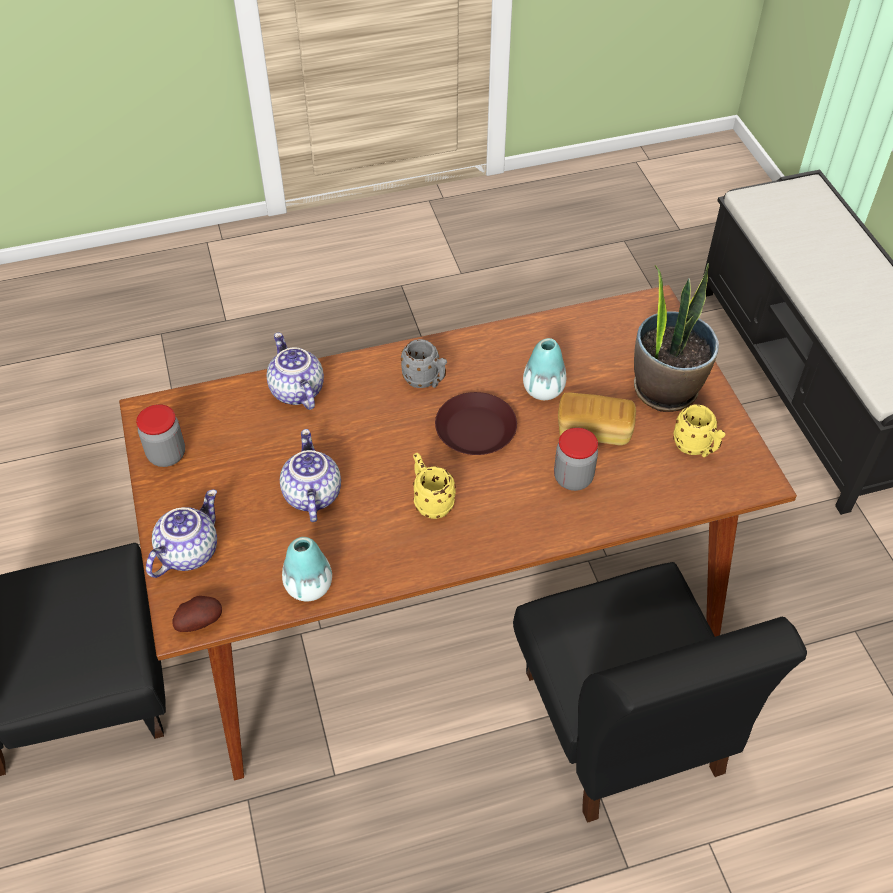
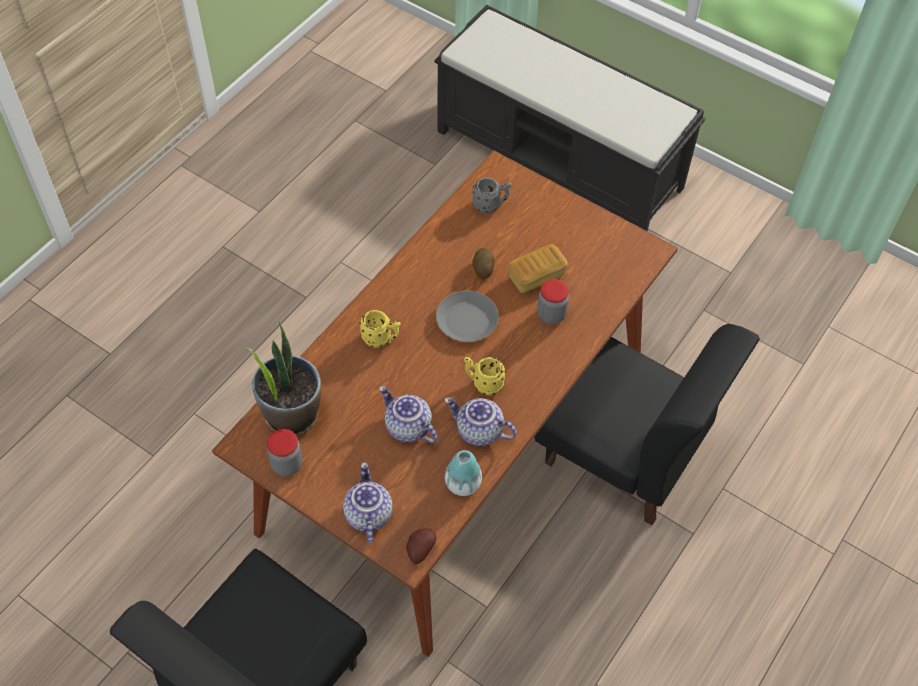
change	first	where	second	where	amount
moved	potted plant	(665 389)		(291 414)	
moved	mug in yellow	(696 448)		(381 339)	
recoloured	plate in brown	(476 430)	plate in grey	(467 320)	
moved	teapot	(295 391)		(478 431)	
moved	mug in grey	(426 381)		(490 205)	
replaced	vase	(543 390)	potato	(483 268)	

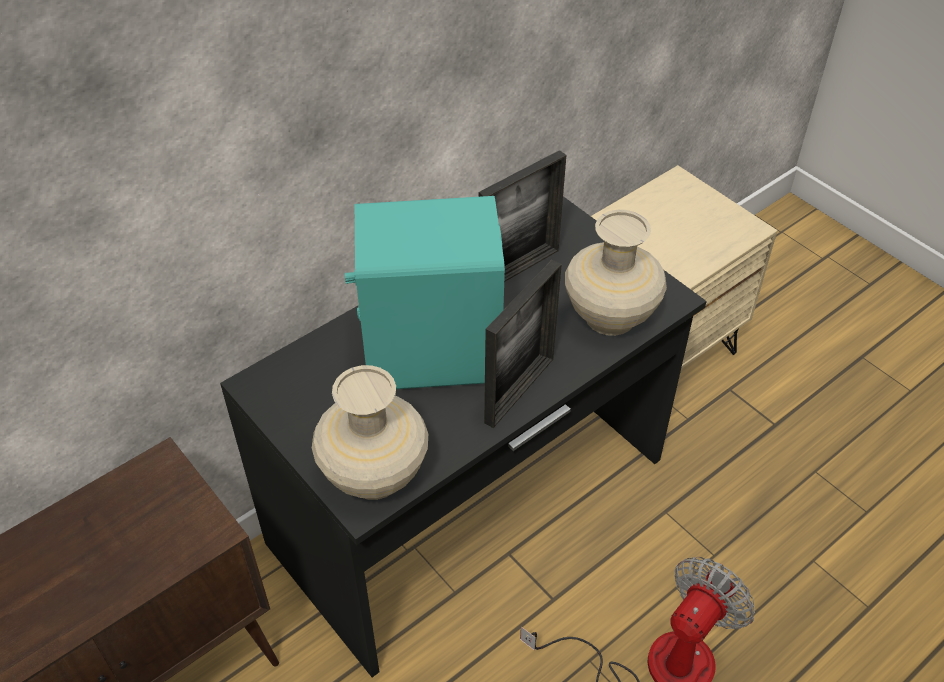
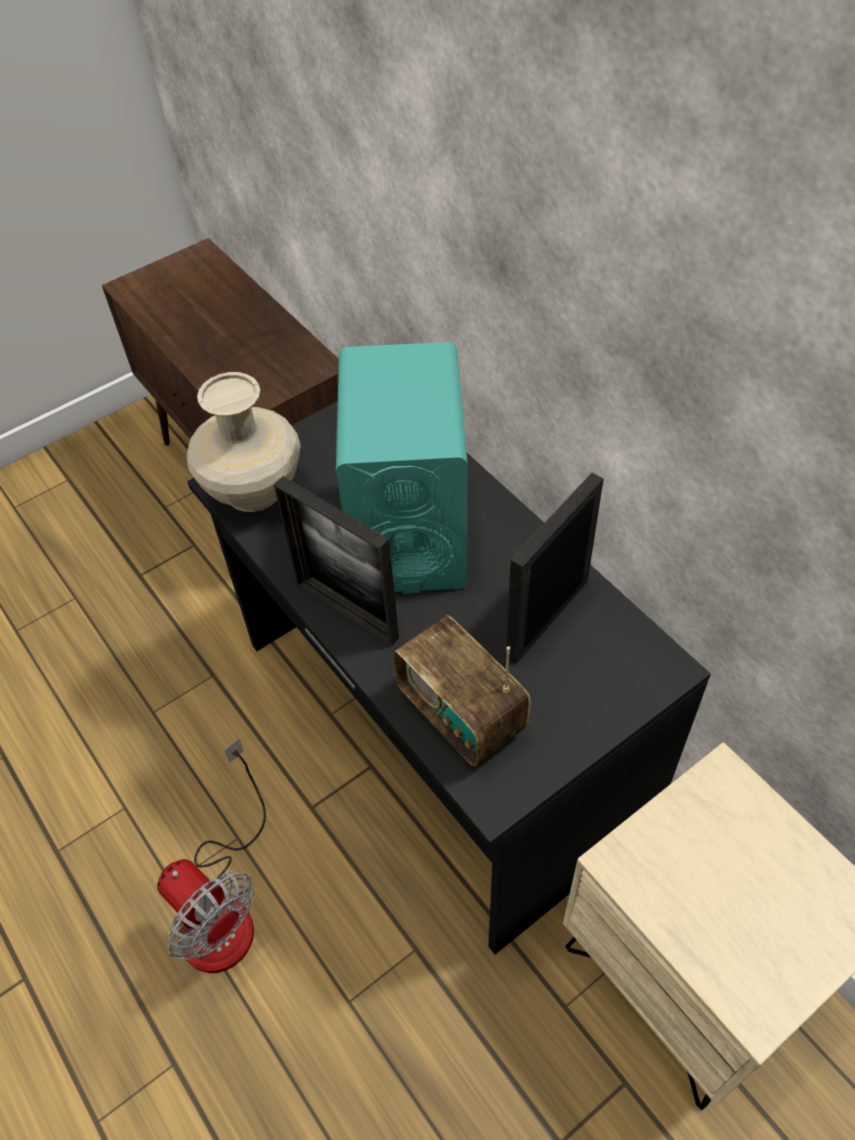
change	first	where	second	where	amount
replaced	vase in beige	(610 316)	radio	(461 714)	
turned	picture frame	(518 269)		(547 618)	75 degrees clockwise

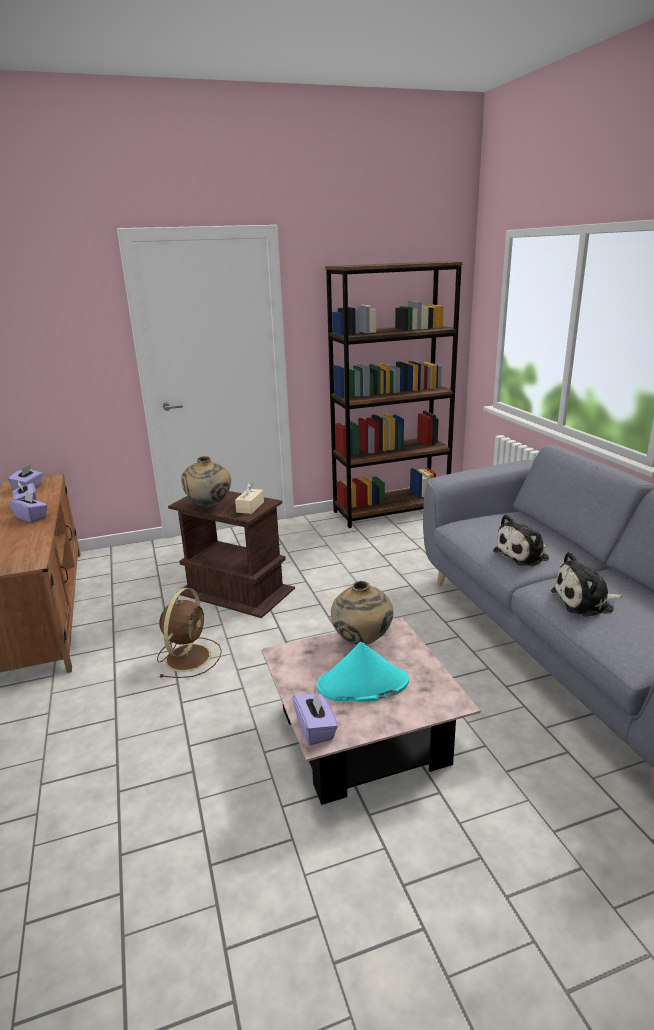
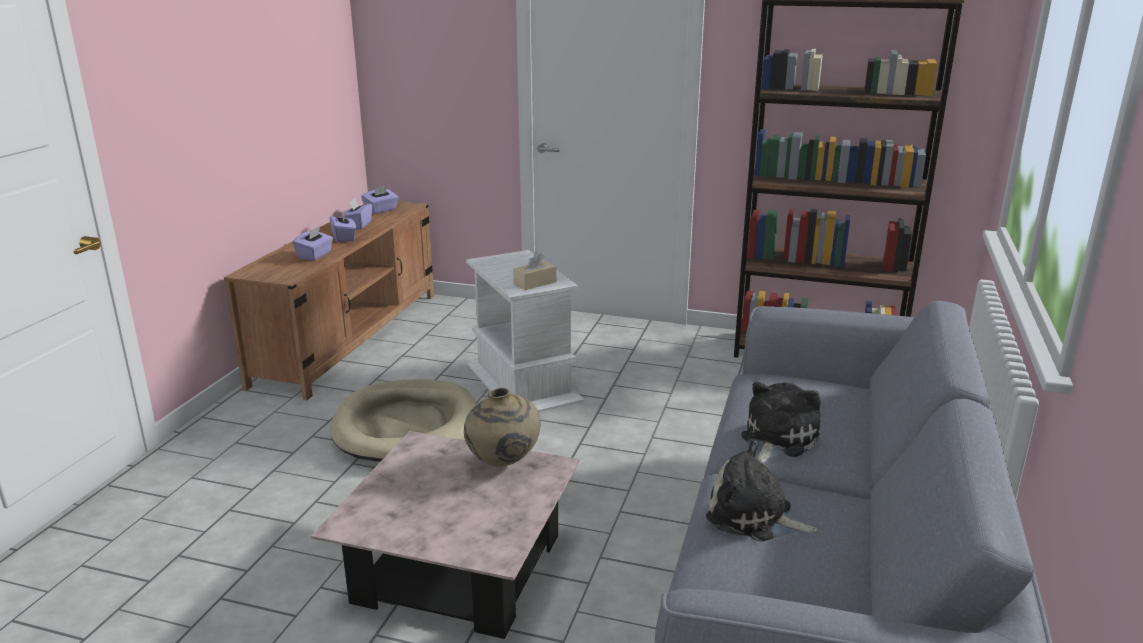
change	first	where	second	where	amount
moved	tissue box in purple	(315 729)		(315 255)	
replaced	fan in brown	(189 656)	dog bed in beige	(407 426)	
recoloured	side table in brown	(236 591)	side table in white	(523 382)	
turned	plush toy	(524 555)		(776 439)	120 degrees clockwise
removed	vase in beige	(209 506)			
removed	hat in turquoise	(362 684)			

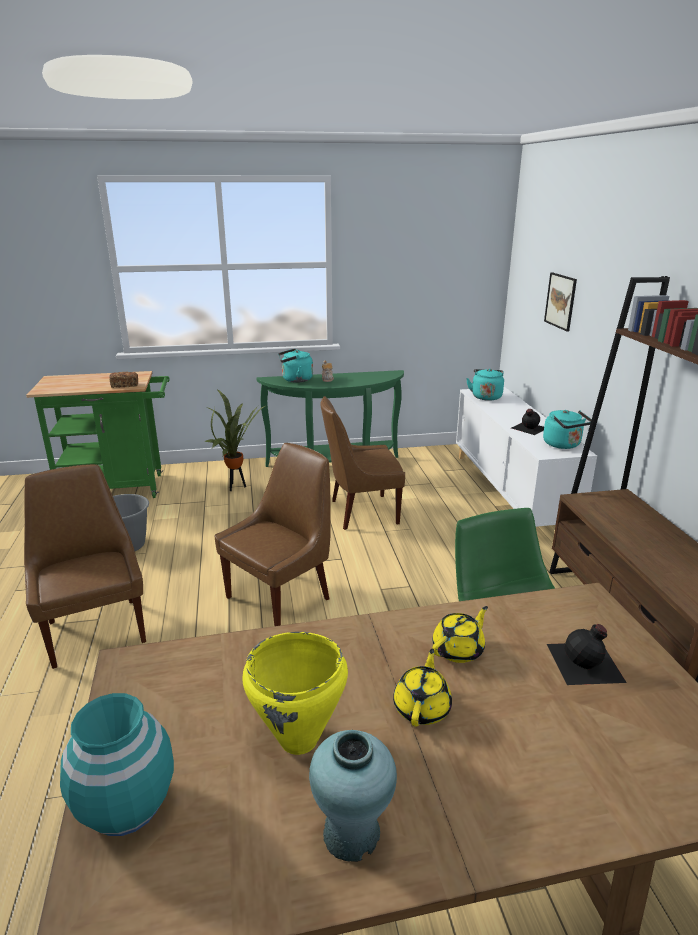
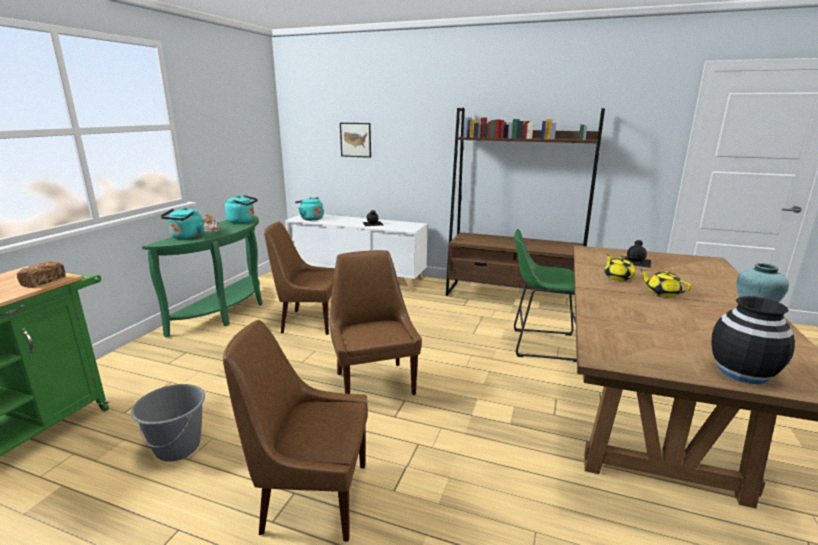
change	first	where	second	where	amount
moved	kettle in turquoise	(563 445)		(243 221)	
turned	chair in brown	(361 512)		(308 322)	75 degrees clockwise
recoloured	vase in turquoise	(126 805)	vase in black	(742 372)	
removed	potted plant	(236 486)			
removed	cooking pot in yellow	(299 740)			

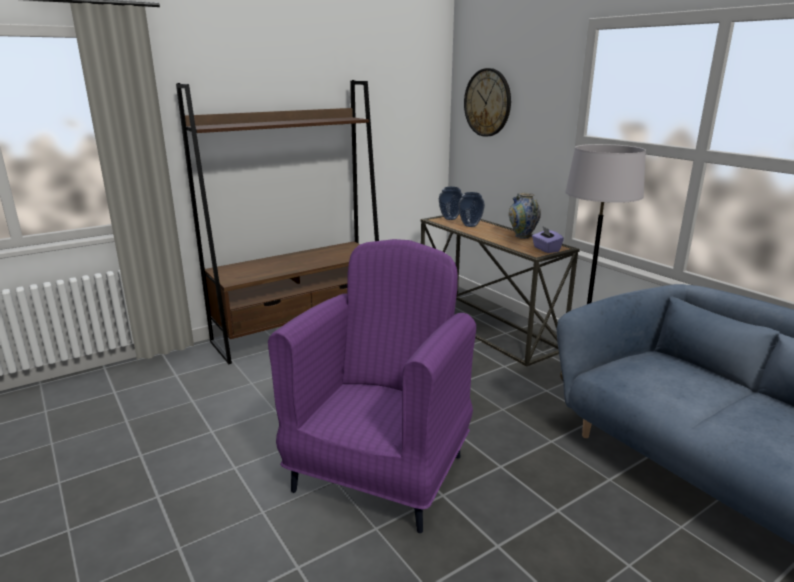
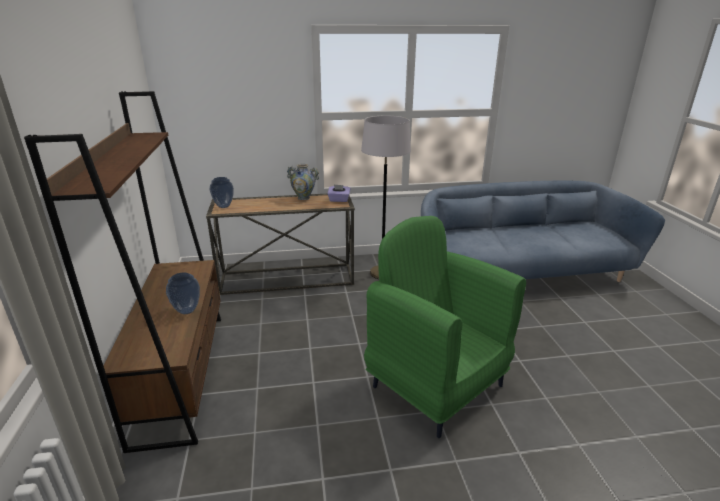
change	first	where	second	where	amount
moved	vase	(470 225)		(187 311)	
recoloured	armchair in purple	(380 471)	armchair in green	(435 385)	
removed	wall clock	(487 102)			

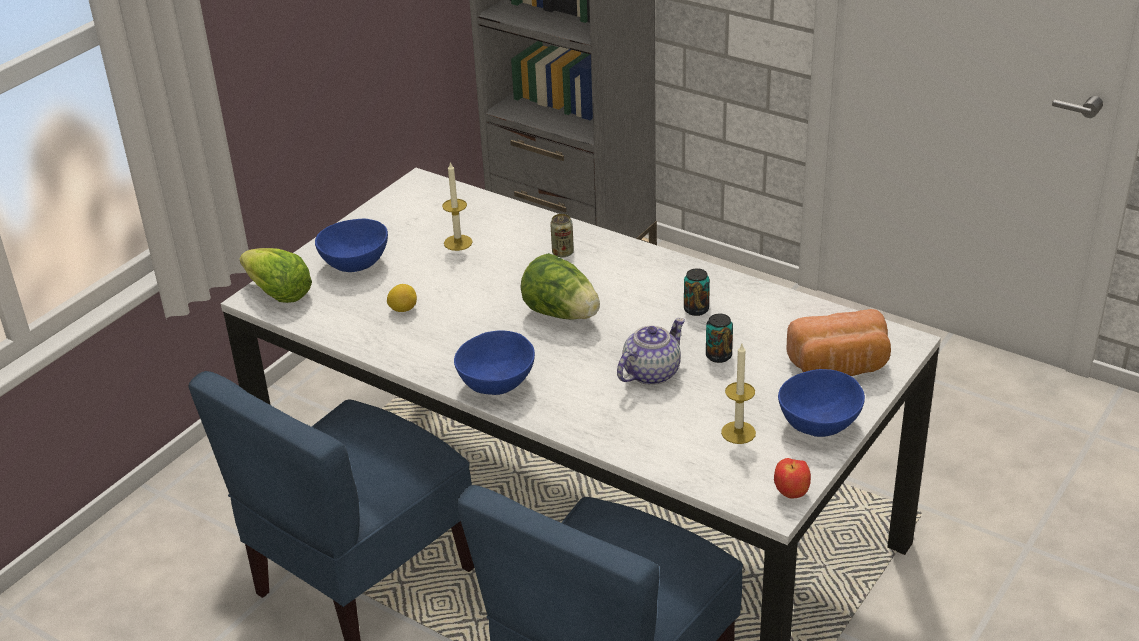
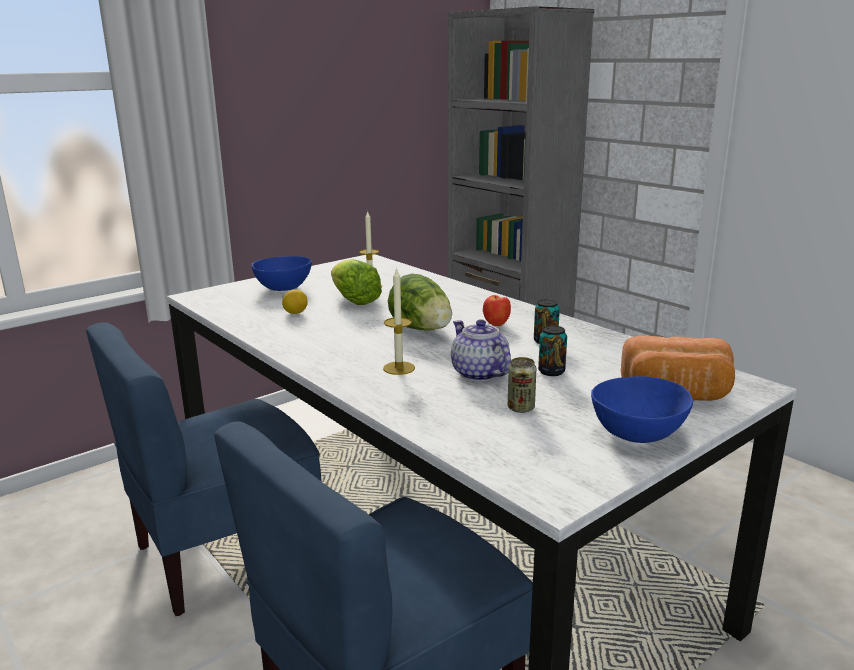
change	first	where	second	where	amount
moved	lettuce	(279 294)		(354 301)	
moved	candle	(738 432)		(399 368)	
turned	teapot	(651 372)		(478 373)	90 degrees counterclockwise
moved	apple	(792 494)		(496 325)	
moved	can	(562 253)		(521 408)	
removed	bowl in blue	(498 383)			

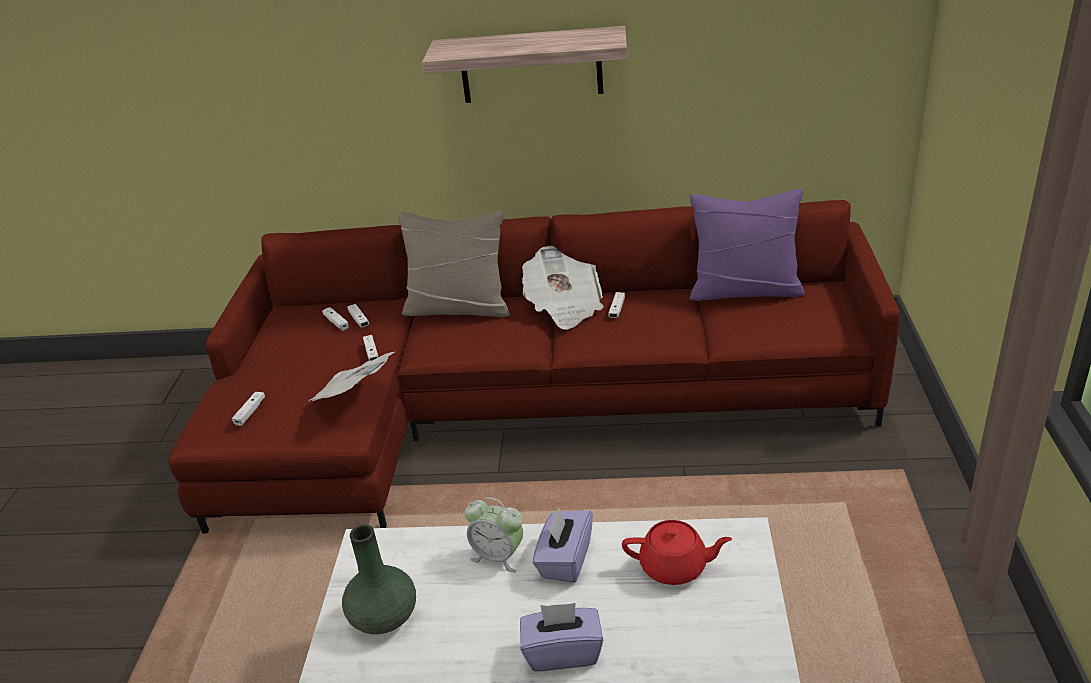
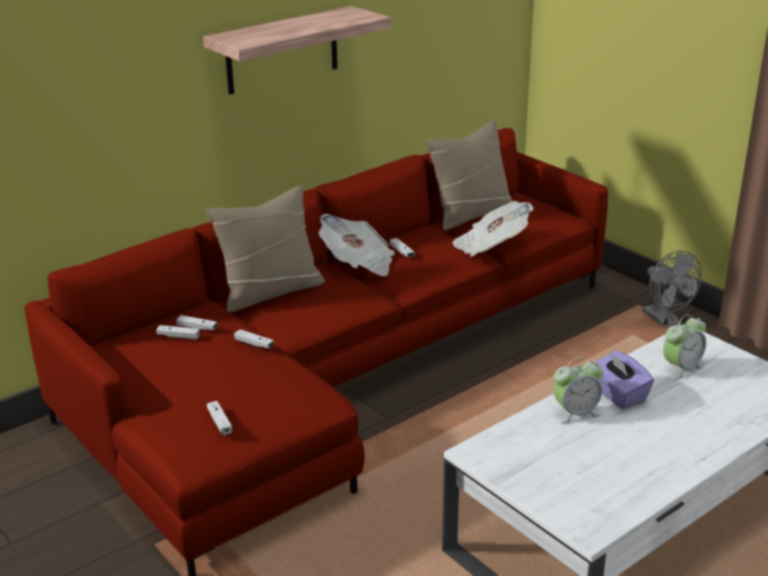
change	first	where	second	where	amount
recoloured	pillow in purple	(745 290)	pillow in beige	(470 214)	
moved	newspaper	(356 396)		(491 247)	
added			fan in grey	(665 321)	
replaced	teapot in red	(675 567)	alarm clock	(681 368)	
removed	vase in green	(383 618)			
removed	tissue box in purple	(563 652)			

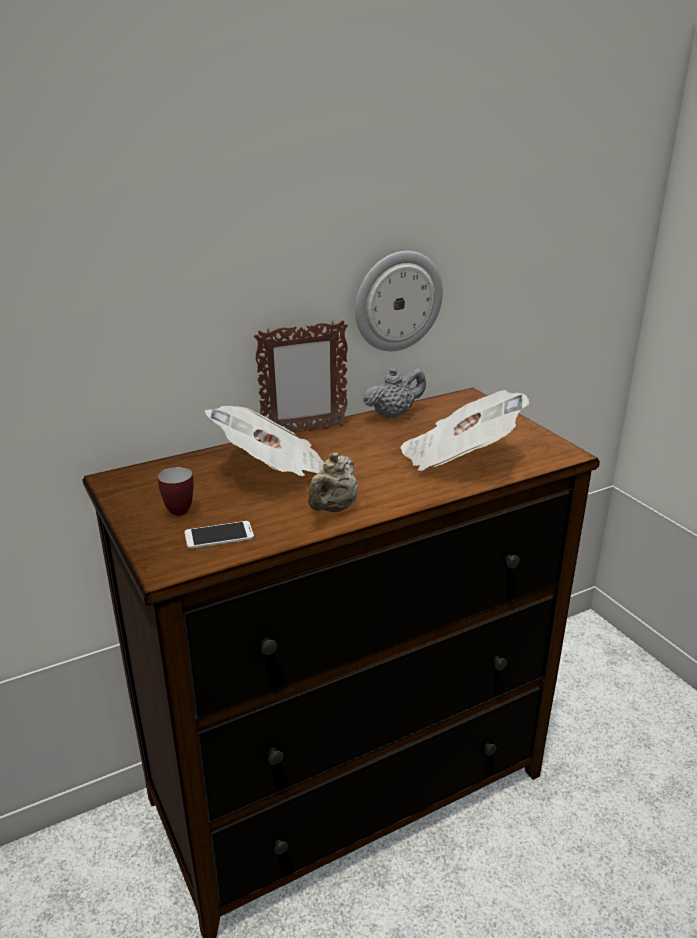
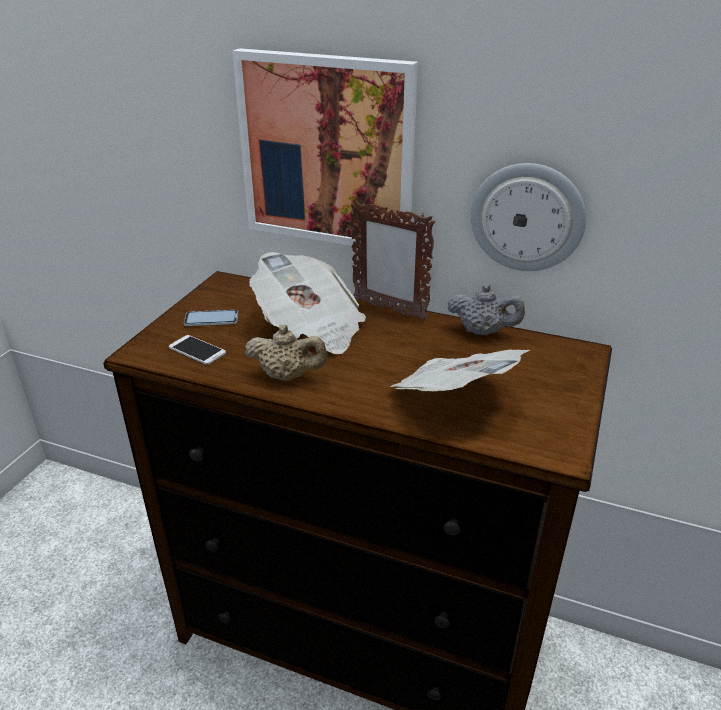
change	first	where	second	where	amount
replaced	mug	(175 510)	phone	(211 319)	
added			picture	(327 152)	
turned	teapot in beige	(332 509)		(287 376)	150 degrees counterclockwise

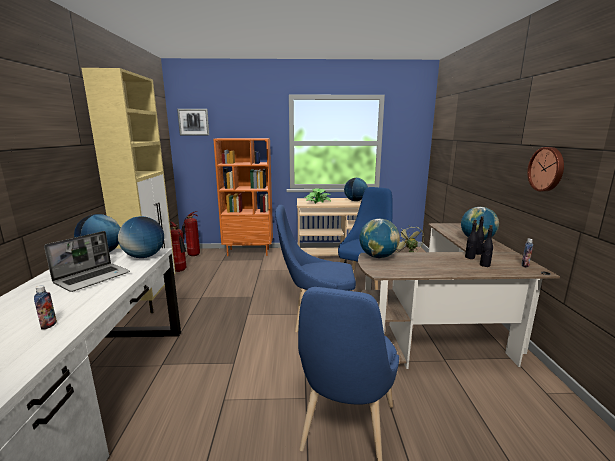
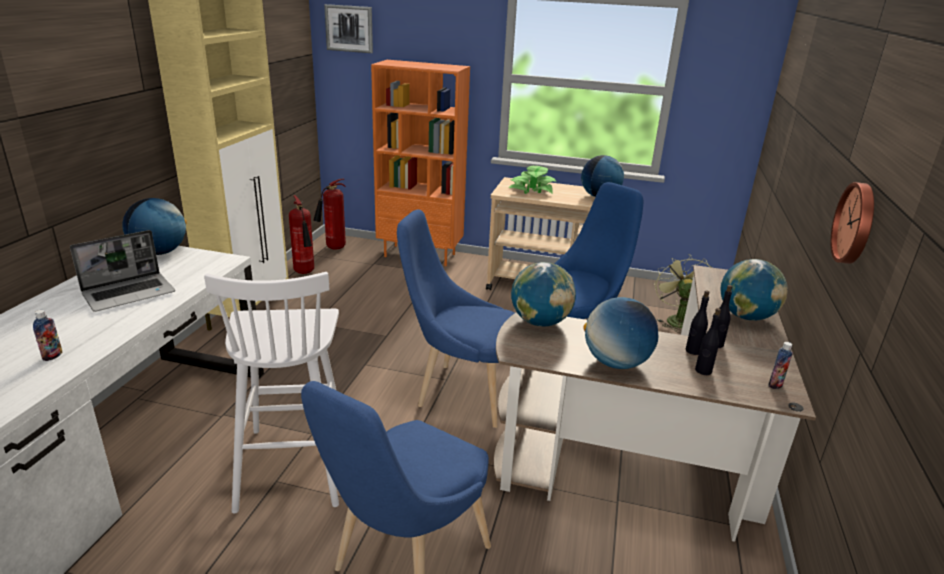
change	first	where	second	where	amount
added			stool in white	(293 464)	
moved	globe	(144 256)		(616 363)	

